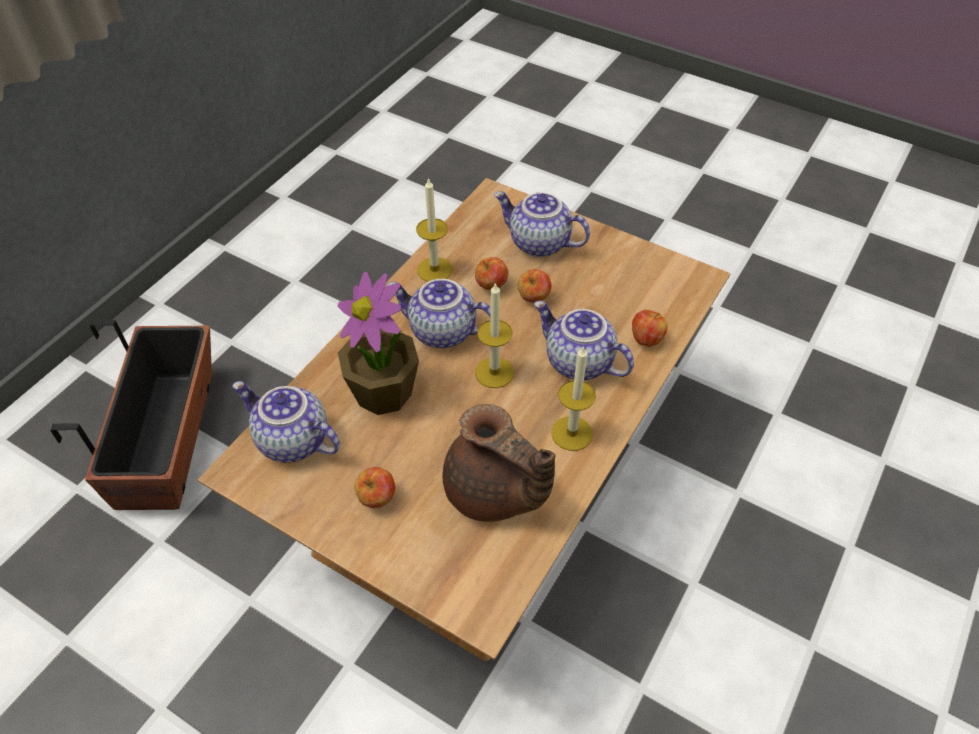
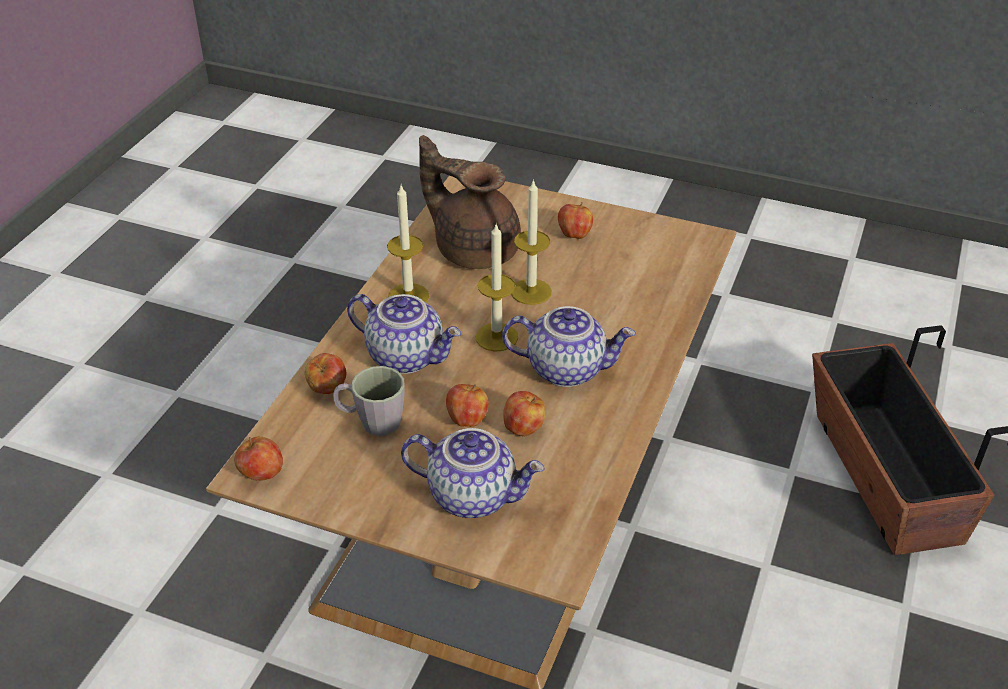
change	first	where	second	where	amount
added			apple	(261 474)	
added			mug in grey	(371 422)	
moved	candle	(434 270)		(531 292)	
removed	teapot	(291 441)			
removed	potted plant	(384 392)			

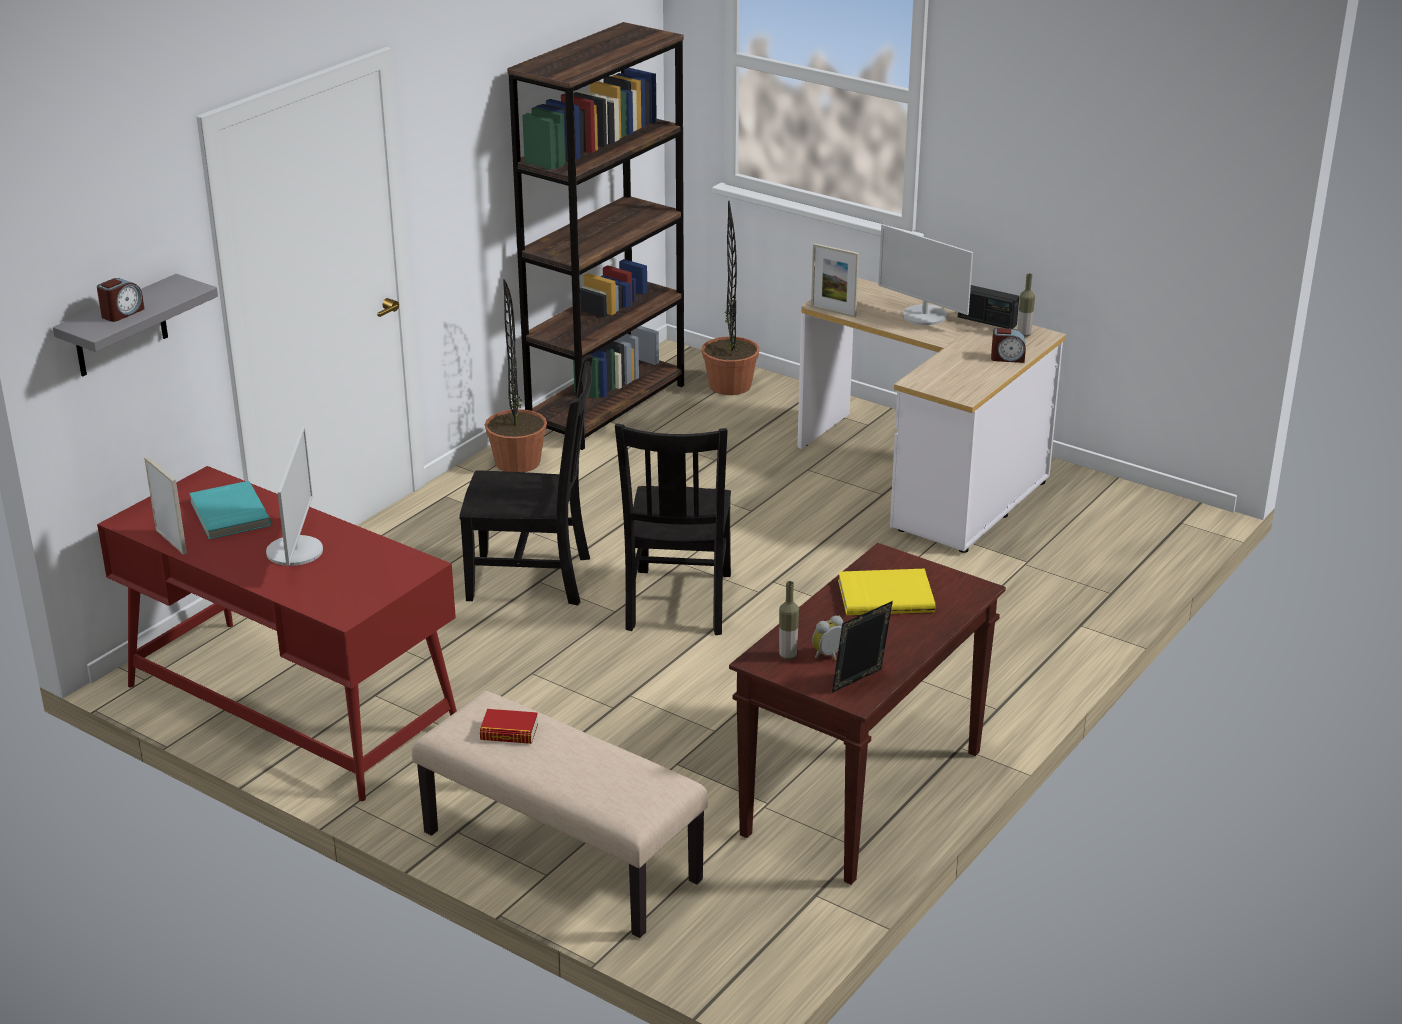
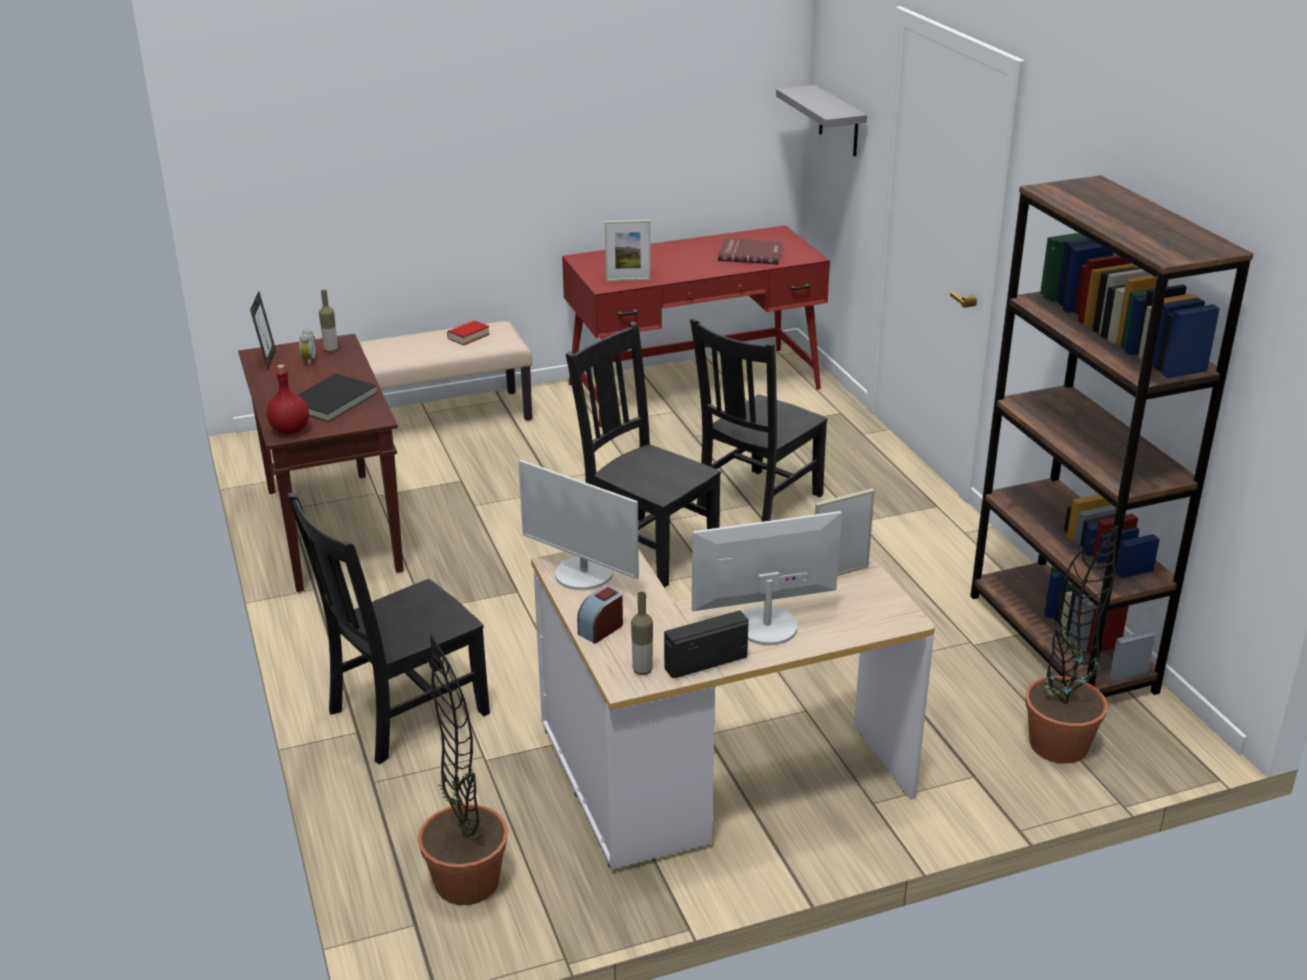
change	first	where	second	where	amount
added			bottle in red	(290 430)	
added			chair in black	(403 714)	
recoloured	book in yellow	(885 595)	book in black	(333 401)	
moved	potted plant	(517 462)		(467 881)	
moved	monitor	(295 551)		(583 574)	
moved	picture frame	(171 542)		(628 280)	
recoloured	book in turquoise	(228 514)	book in red	(750 254)	
removed	alarm clock	(122 313)			

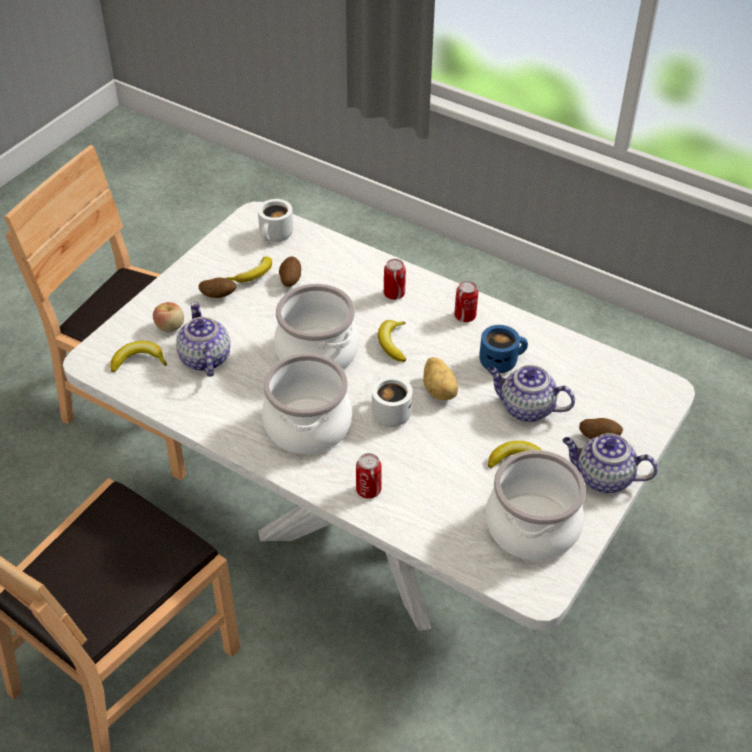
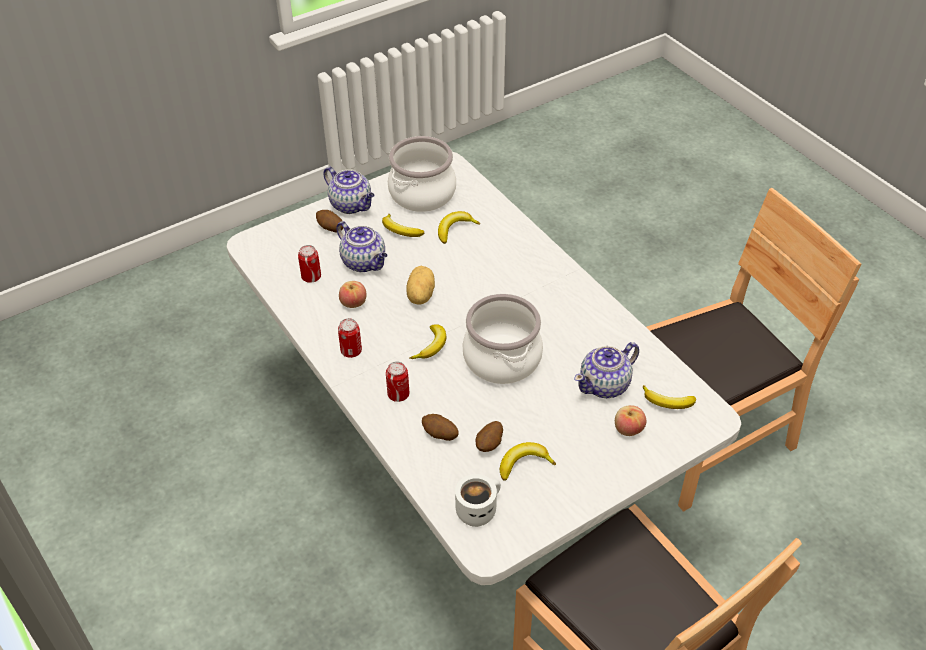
change	first	where	second	where	amount
moved	can	(368 490)		(311 277)	
replaced	mug in blue	(500 361)	apple	(353 303)	
moved	potato	(218 296)		(440 435)	
added			banana	(455 229)	
turned	teapot	(204 359)		(605 385)	45 degrees clockwise
removed	cooking pot	(307 425)			
removed	mug in white	(388 413)			

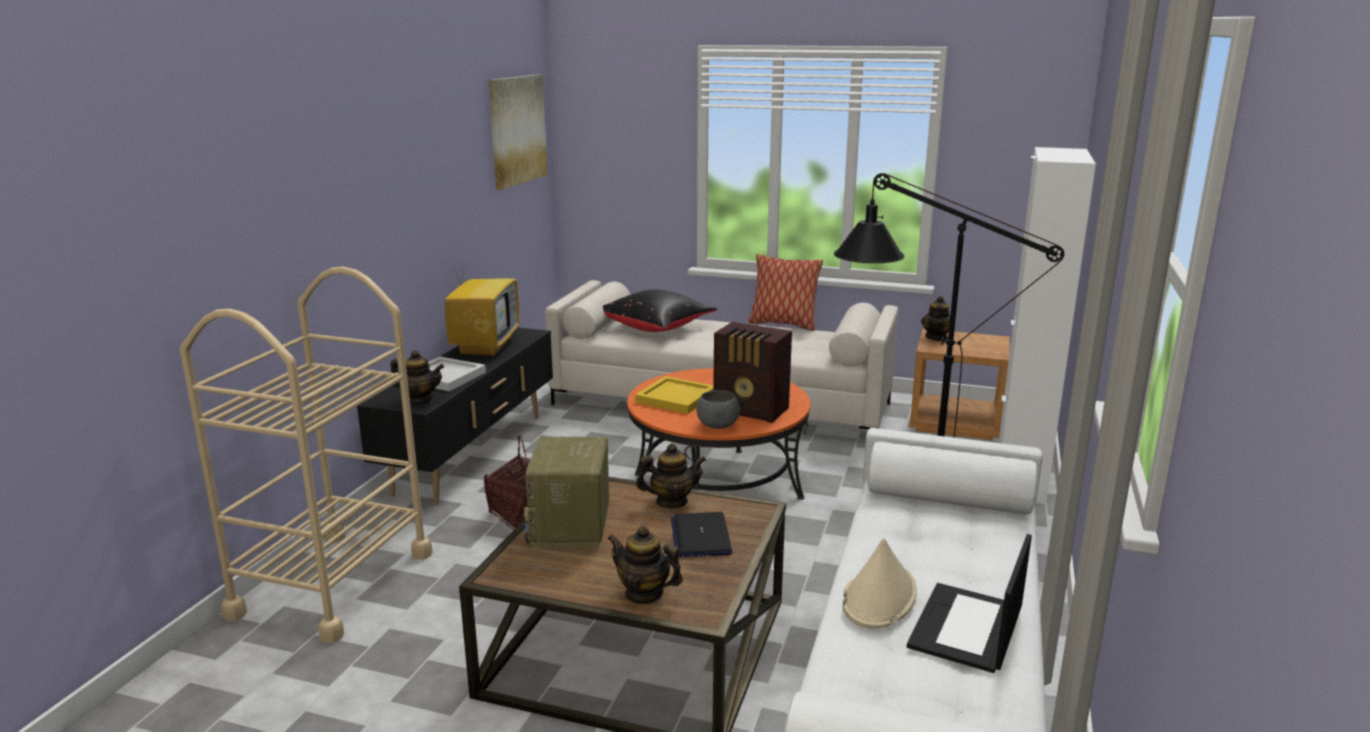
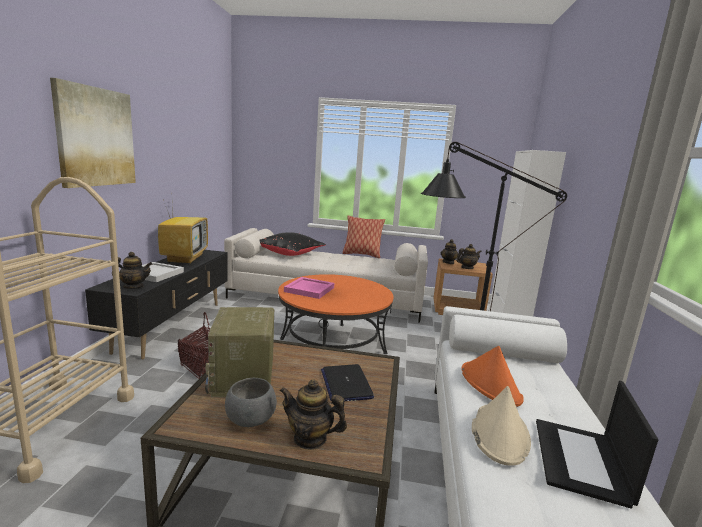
change	first	where	second	where	amount
moved	picture	(517 130)		(96 137)	
moved	bowl in grey	(717 426)		(250 420)	
recoloured	tray in yellow	(676 398)	tray in pink	(309 290)	
moved	teapot	(671 502)		(467 268)	
added			hat in orange	(490 384)	
removed	radio	(752 411)			

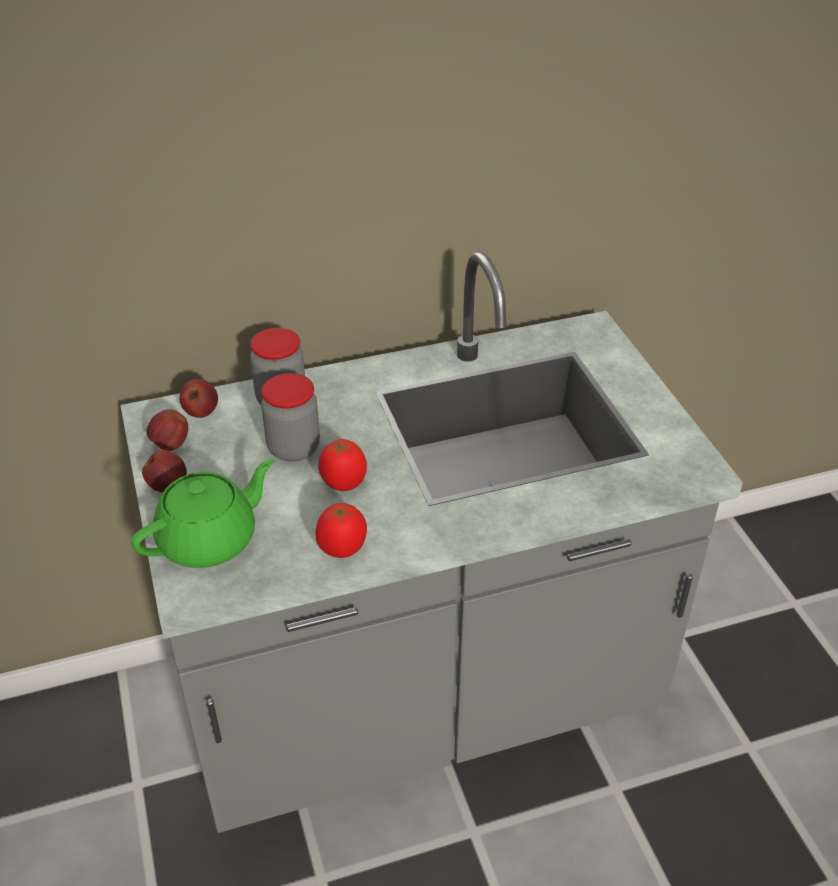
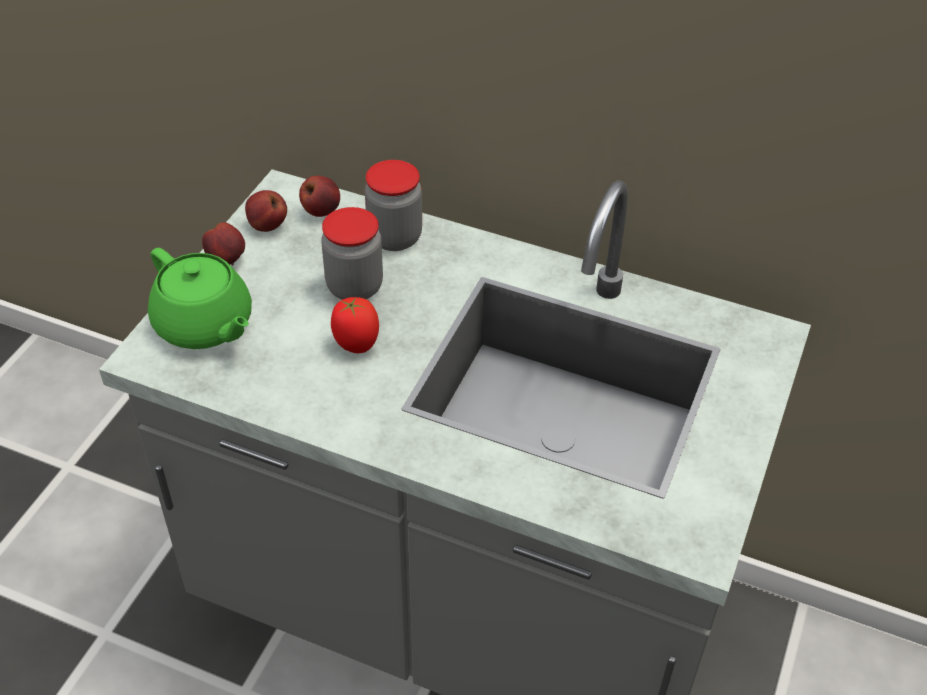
change	first	where	second	where	amount
turned	teapot in green	(210 540)		(204 325)	45 degrees clockwise
removed	tomato	(342 549)			

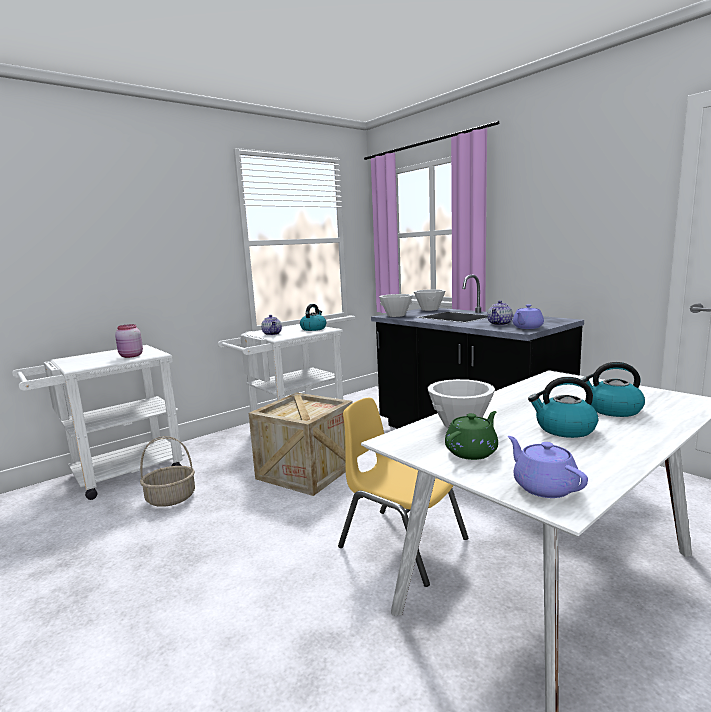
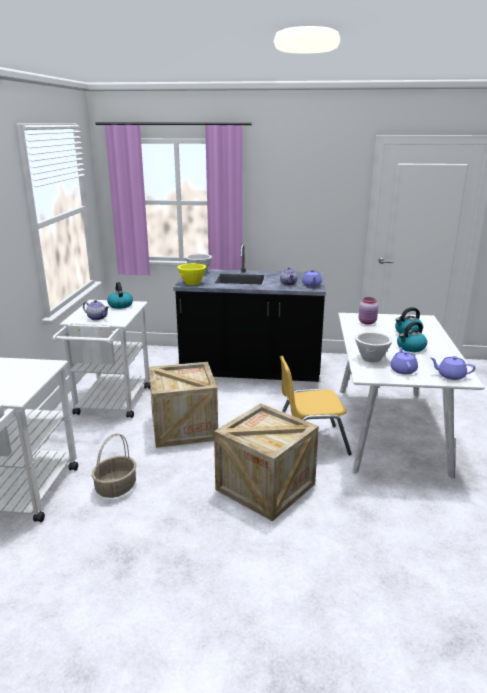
change	first	where	second	where	amount
recoloured	bowl in white	(396 315)	bowl in yellow	(192 283)	
added			crate	(265 487)	
moved	jar in pink	(131 356)		(367 322)	
recoloured	teapot in green	(472 452)	teapot in purple	(403 370)	

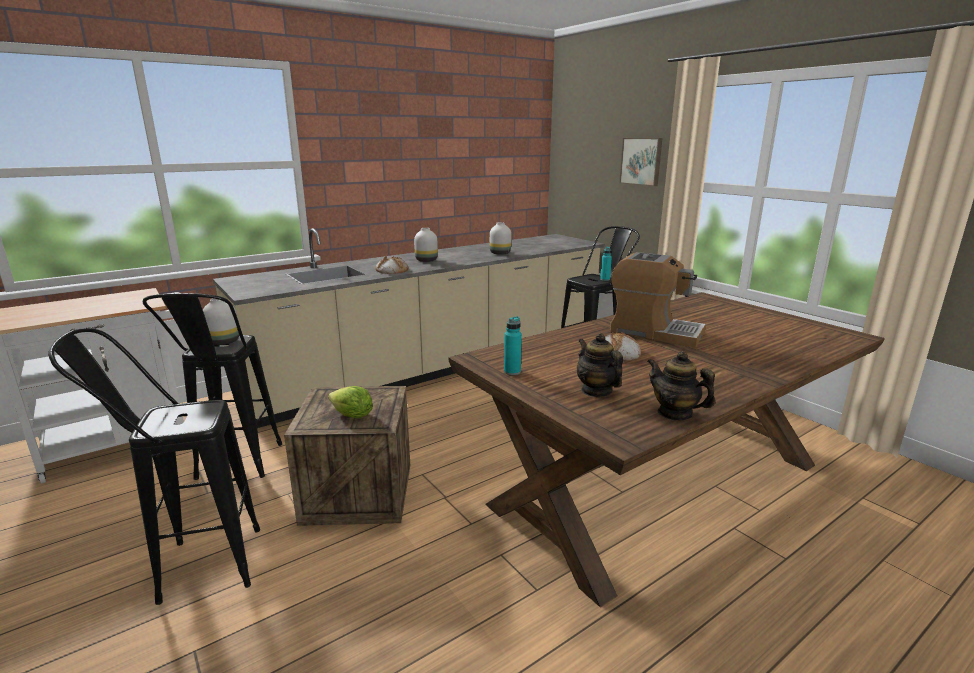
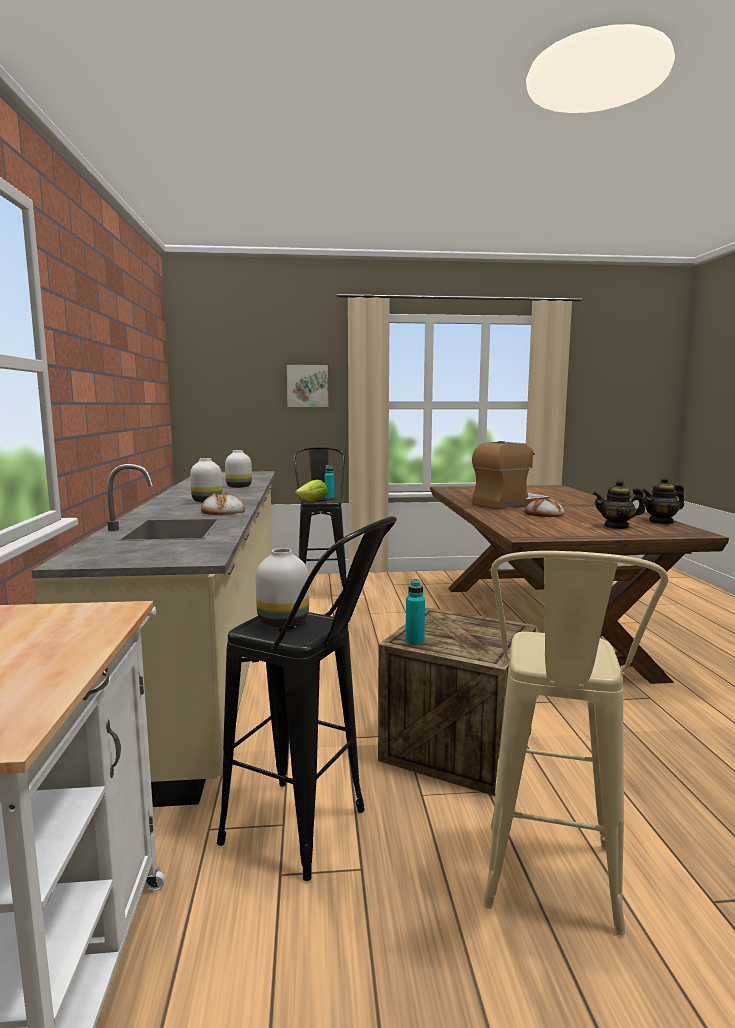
change	first	where	second	where	amount
moved	lettuce	(352 416)		(313 501)	
moved	bottle in turquoise	(512 372)		(414 642)	
recoloured	stool in black	(192 567)	stool in beige	(550 895)	

